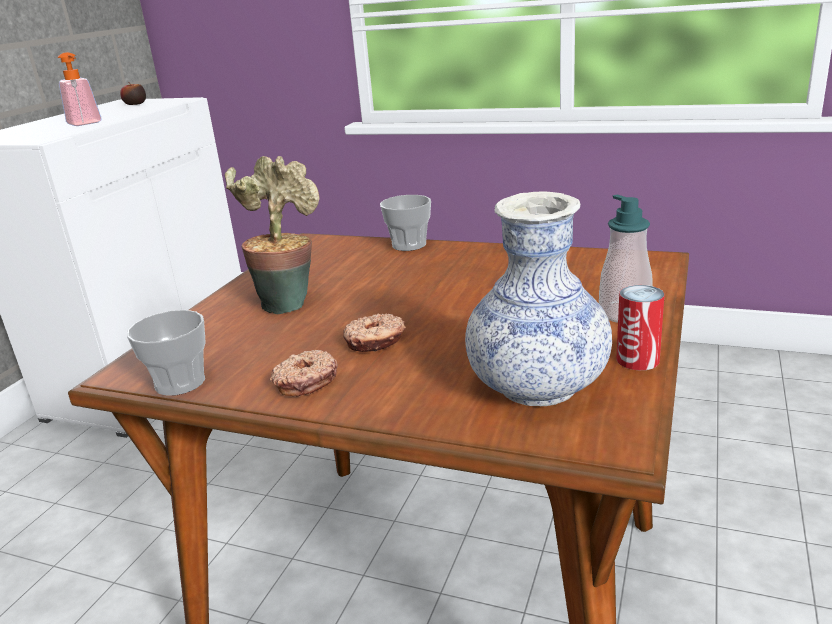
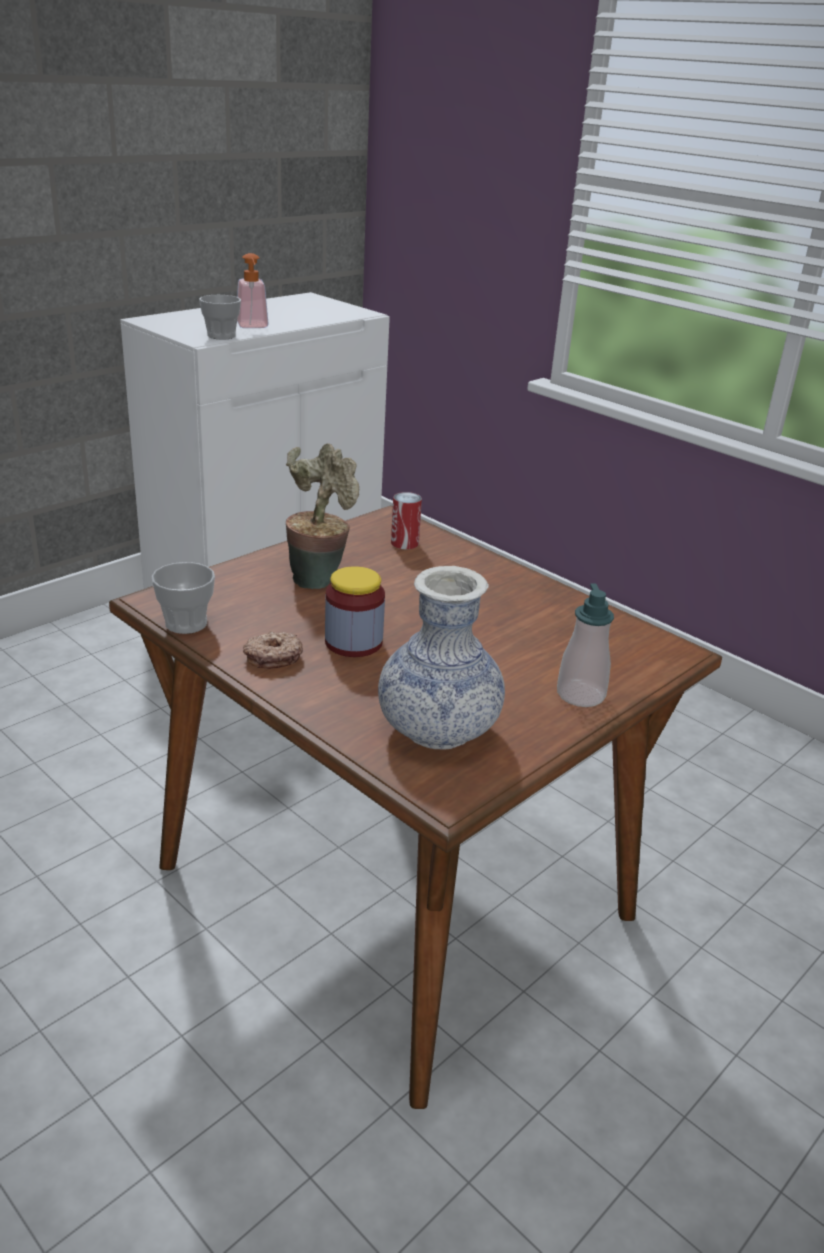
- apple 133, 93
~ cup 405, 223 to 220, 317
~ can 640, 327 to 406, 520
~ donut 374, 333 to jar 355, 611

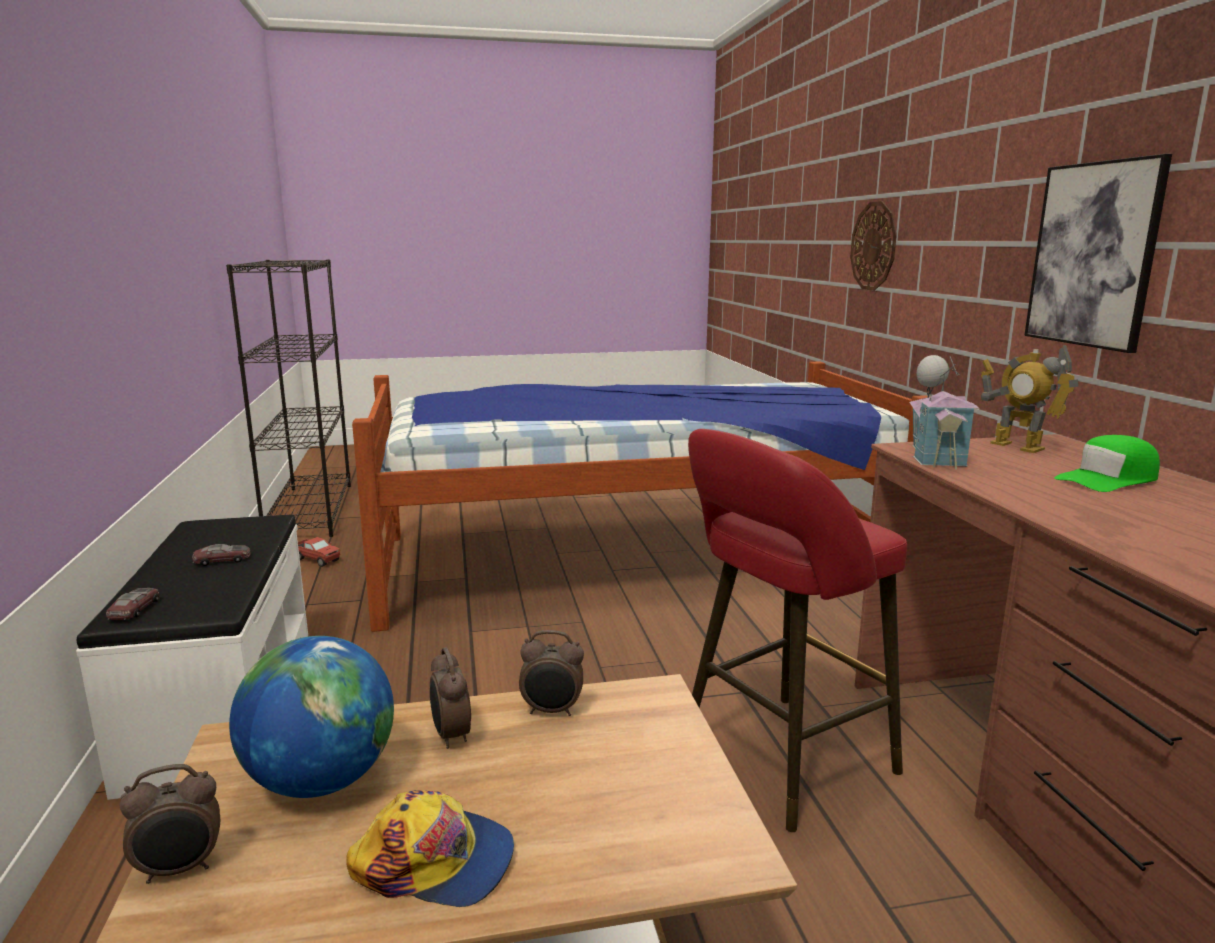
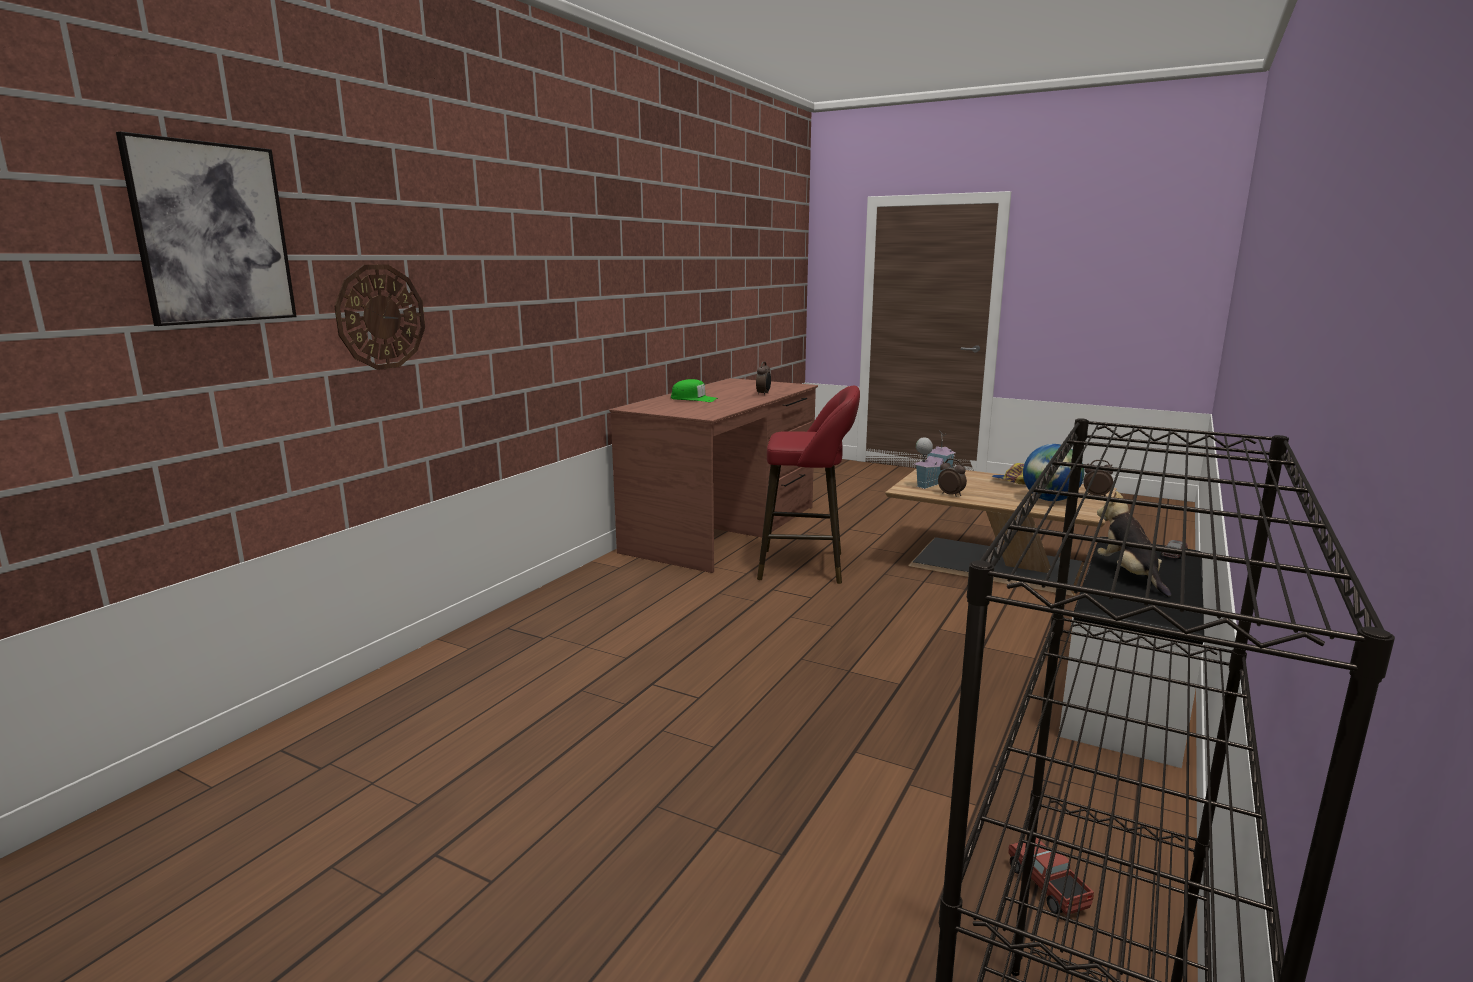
- bed 640, 496
- toy robot 1029, 399
~ alarm clock 450, 698 to 763, 378
~ toy house 944, 412 to 934, 460
~ picture 1098, 253 to 206, 228
~ toy car 221, 555 to plush toy 1134, 544

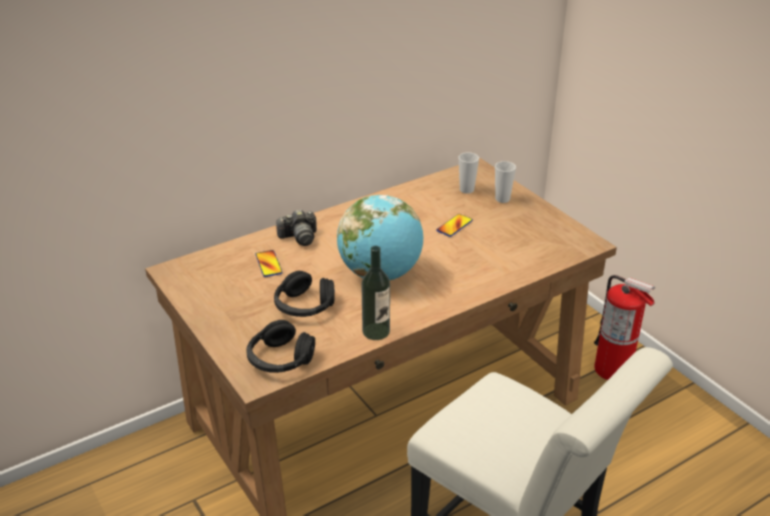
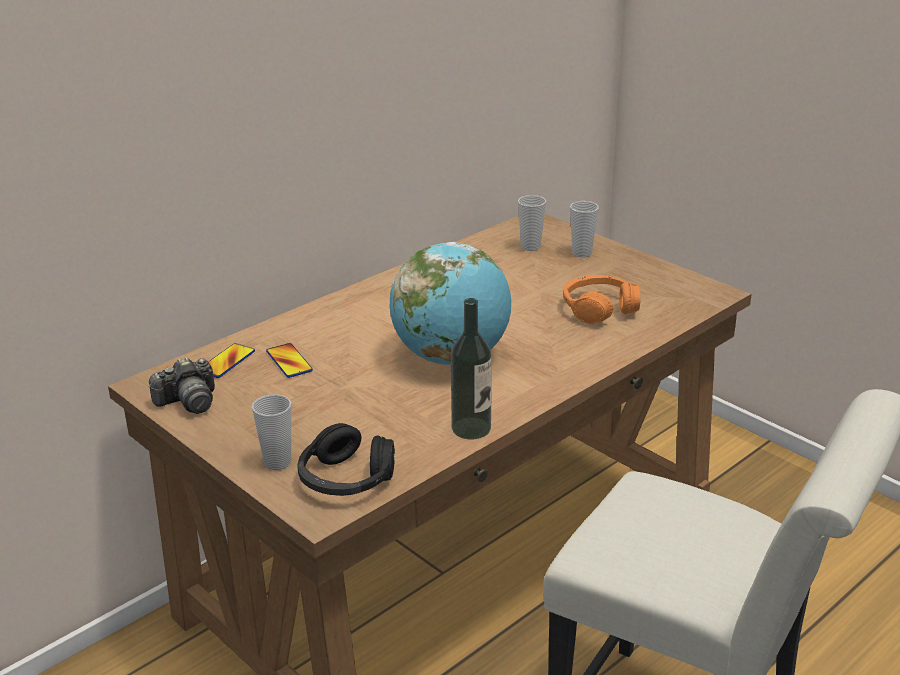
- black headphones 304, 294
- fire extinguisher 624, 327
+ cup 271, 432
+ orange headphones 601, 299
~ photo camera 296, 227 to 181, 385
~ phone 454, 225 to 231, 360

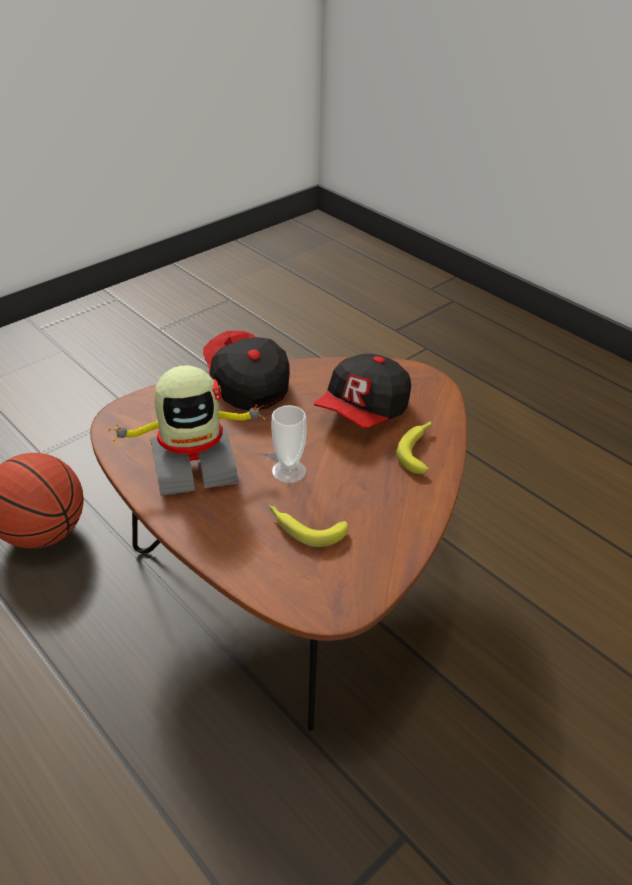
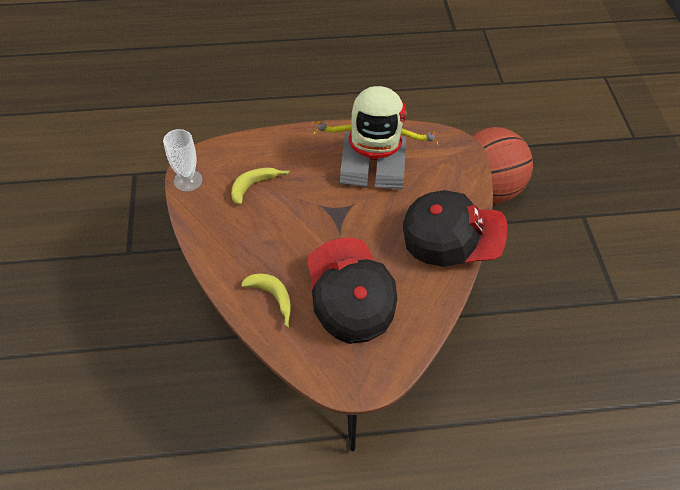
~ cup 289, 444 to 183, 160
~ toy robot 186, 430 = 376, 138 105 degrees counterclockwise

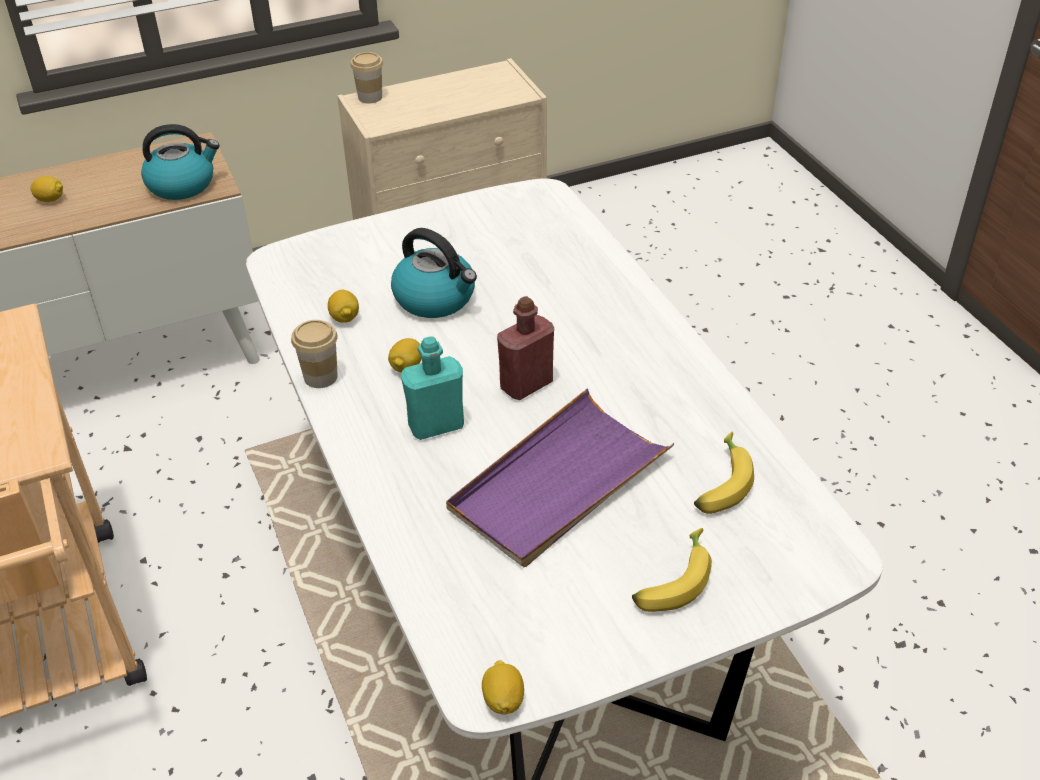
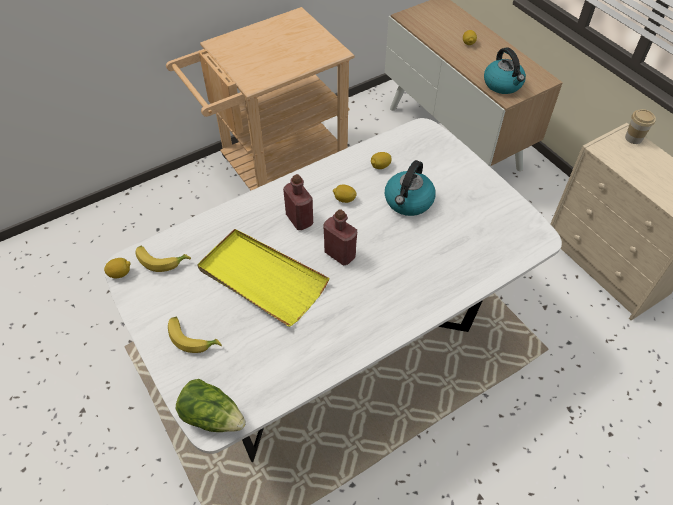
- cup 314, 354
+ lettuce 211, 405
~ banana 724, 473 to 163, 259
~ turquoise bottle 432, 388 to red bottle 298, 202
~ purple tray 560, 478 to yellow tray 263, 278

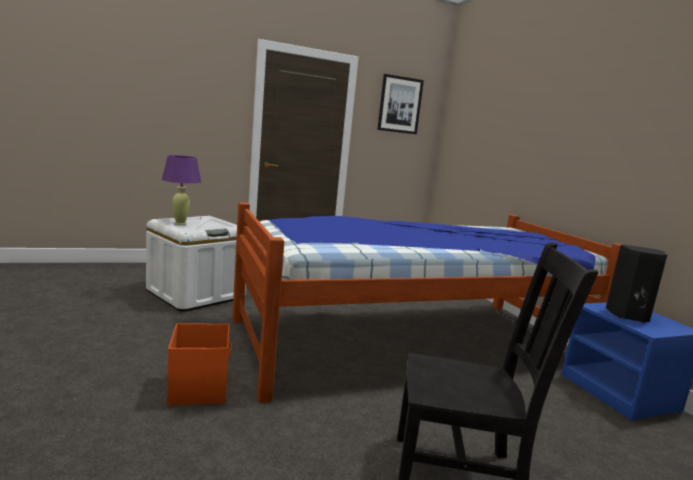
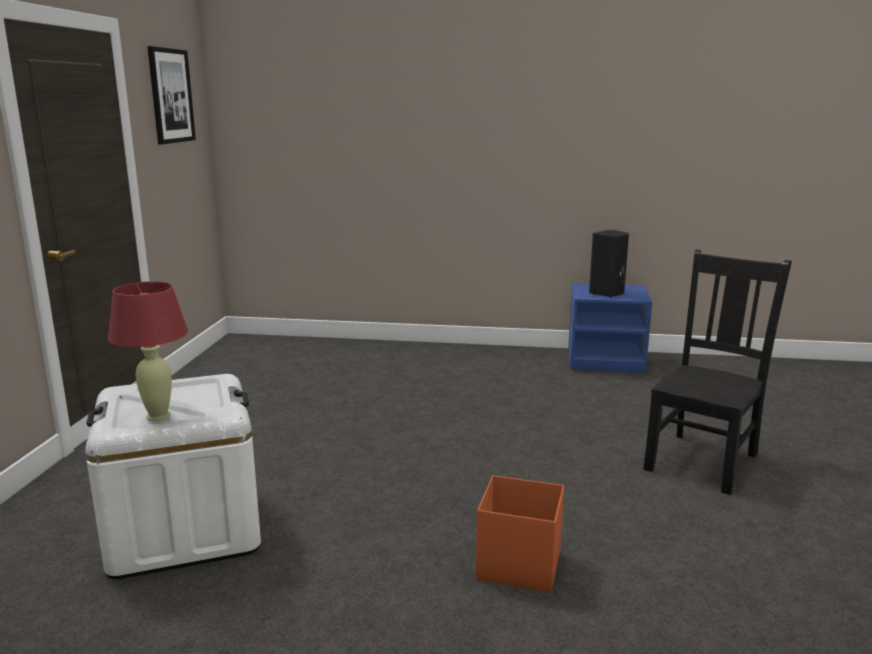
- bed 427, 302
~ purple table lamp 181, 190 to red table lamp 148, 351

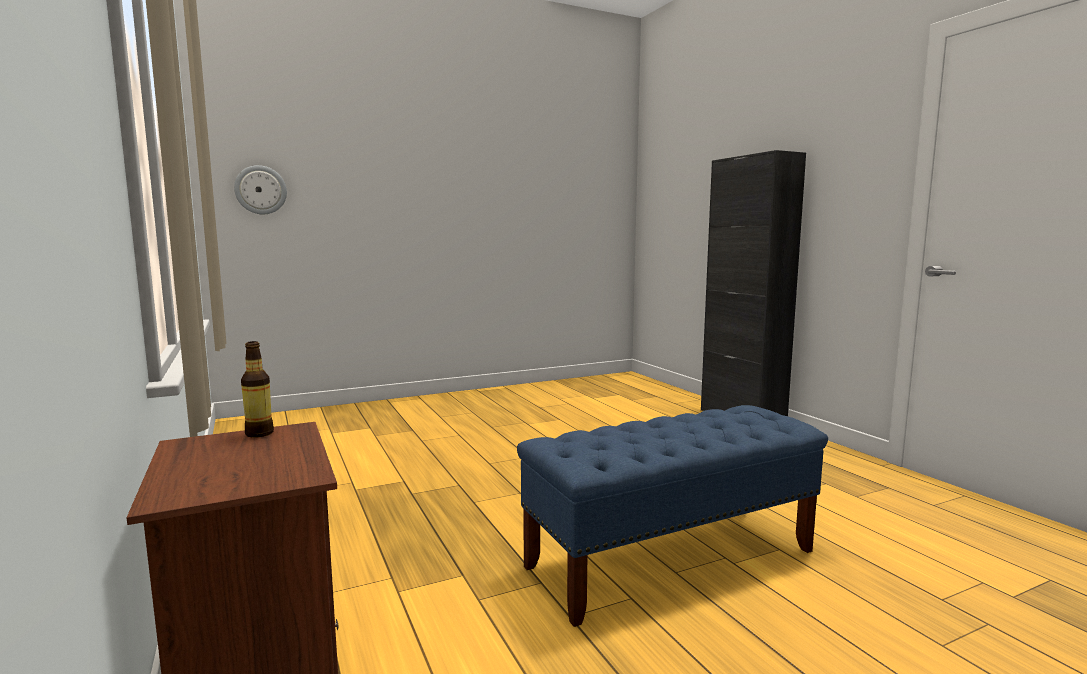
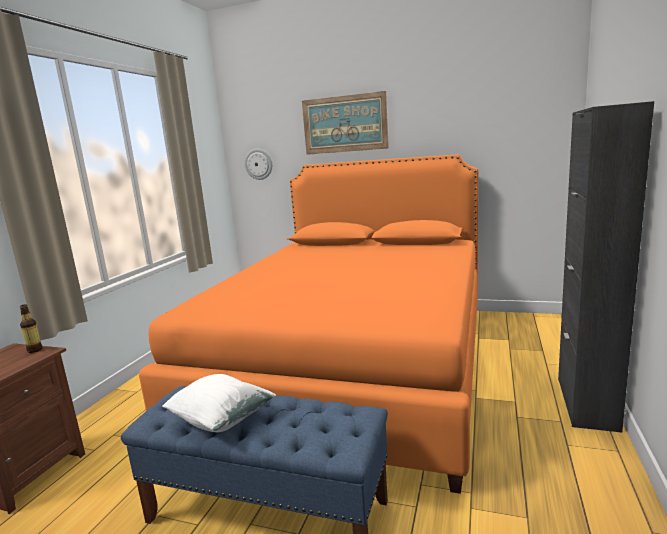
+ orange bed 308, 324
+ white pillow 219, 403
+ picture 345, 123

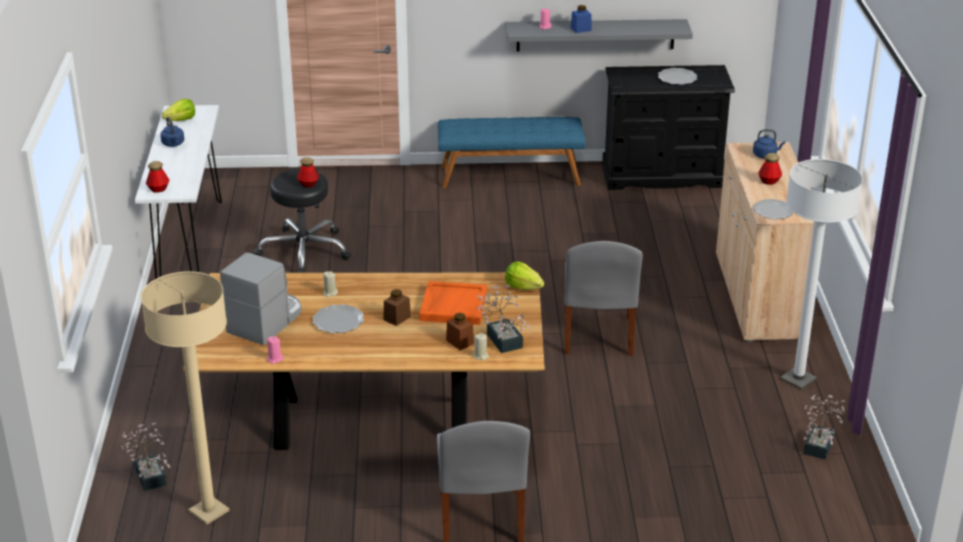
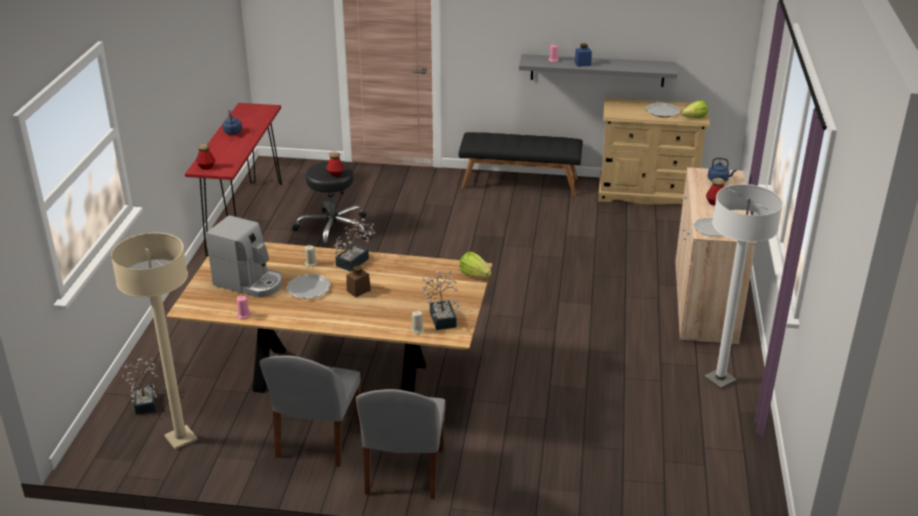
- orange tray 453, 303
- brown jar 460, 331
~ lettuce 178, 110 to 694, 109
~ grey chair 604, 298 to 310, 411
~ potted plant 824, 427 to 354, 245
~ white console table 178, 192 to red console table 233, 179
~ blue bench 512, 152 to black bench 520, 164
~ black dresser 668, 127 to beige dresser 654, 151
~ coffee machine 261, 299 = 243, 256 75 degrees clockwise

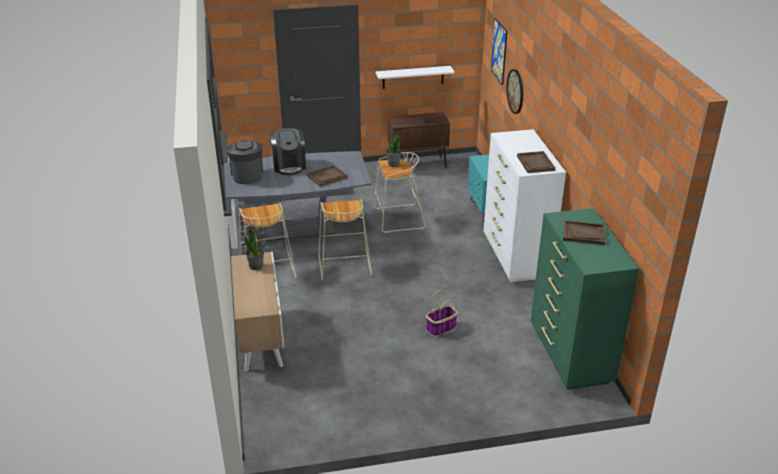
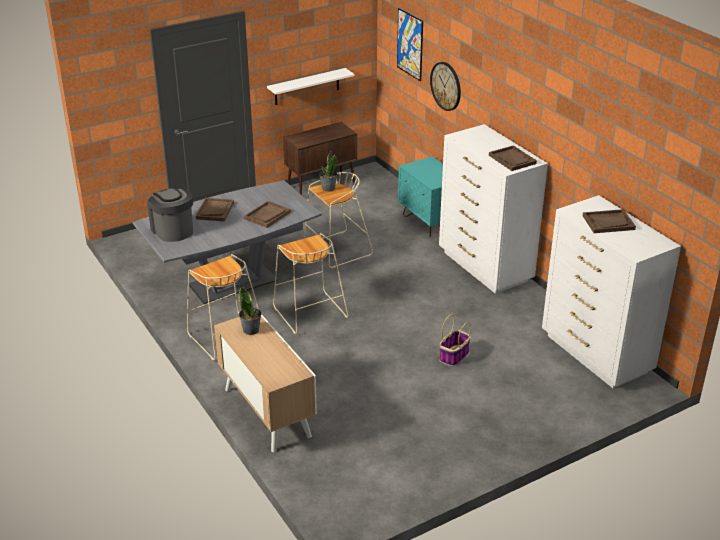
~ coffee machine 287, 151 to brown tray 215, 210
~ green dresser 585, 299 to white dresser 611, 291

